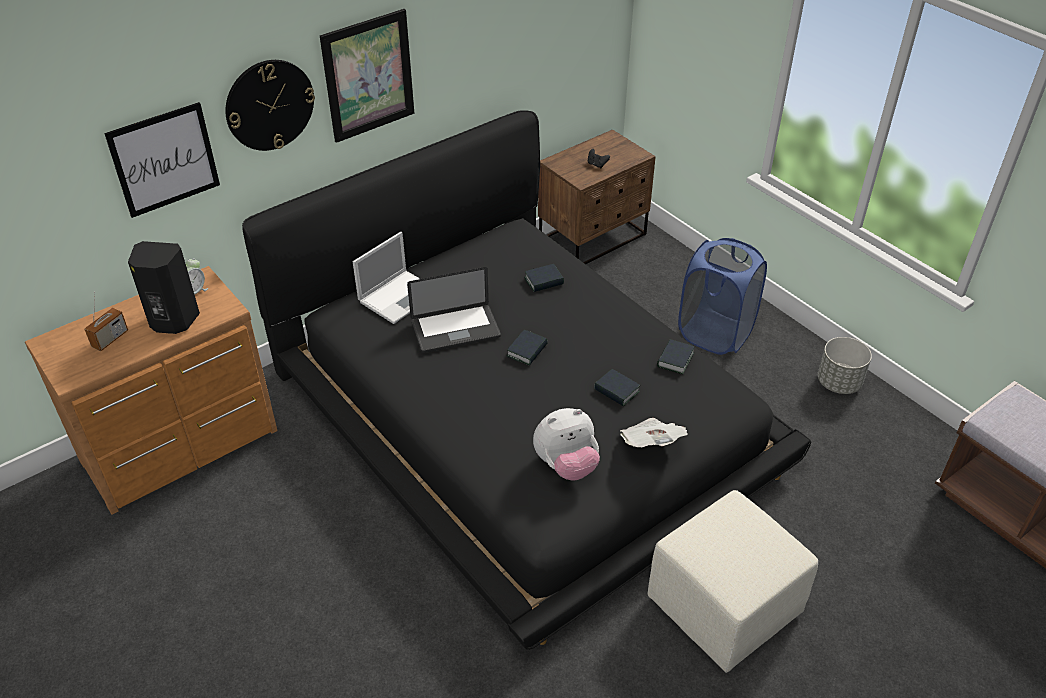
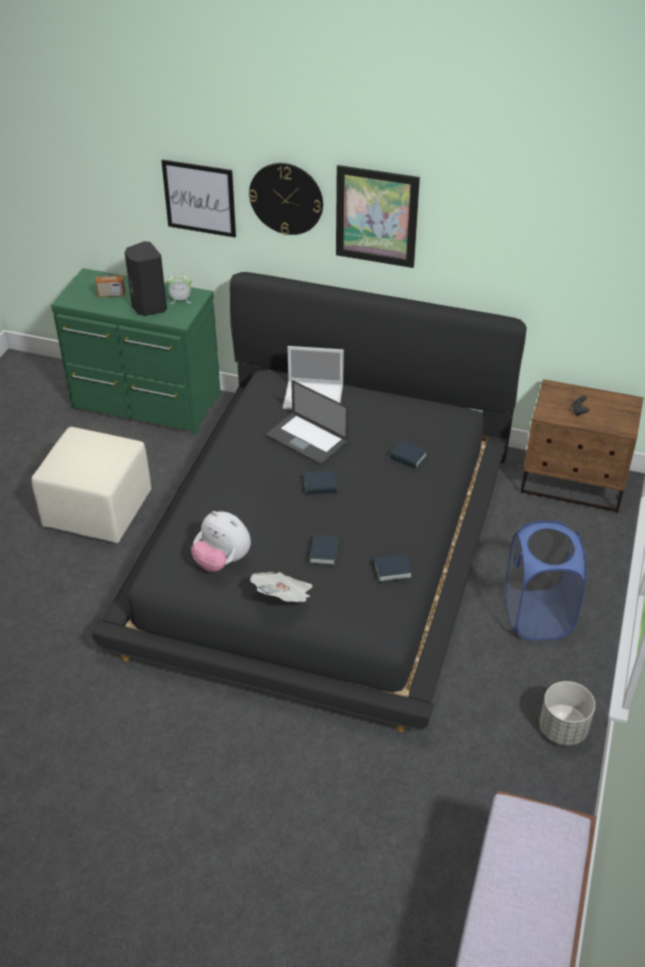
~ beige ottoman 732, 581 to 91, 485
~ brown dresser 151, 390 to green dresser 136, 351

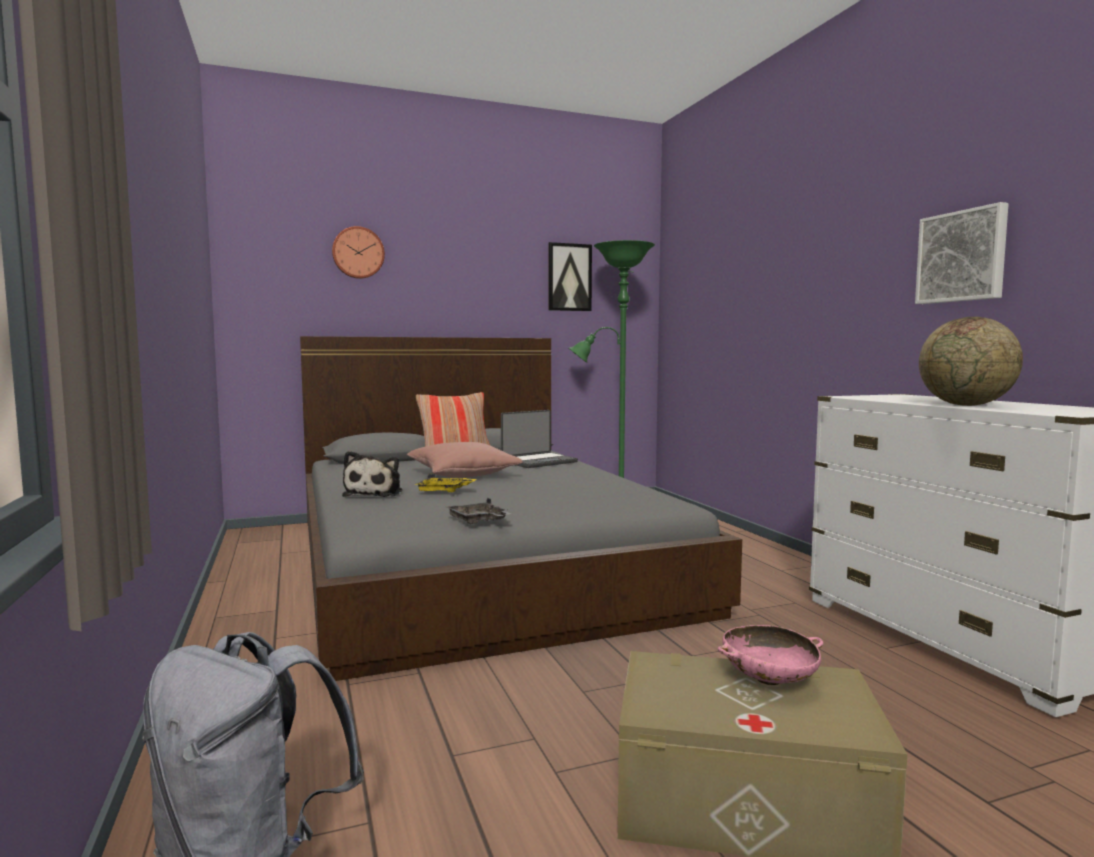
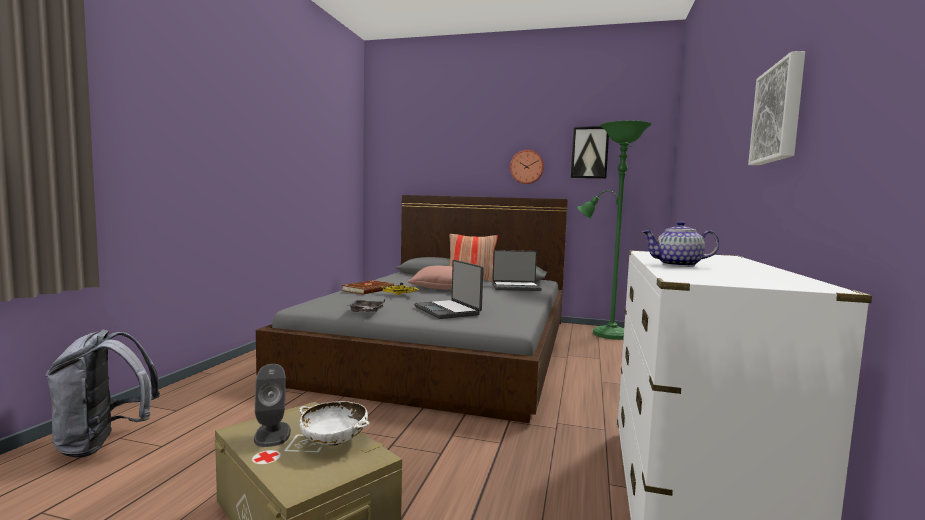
+ grey speaker 272, 405
+ laptop 448, 289
~ wall clock 358, 252 to 527, 167
~ plush toy 372, 474 to brown book 368, 287
~ globe 971, 361 to teapot 680, 244
~ pink bowl 770, 655 to white bowl 334, 423

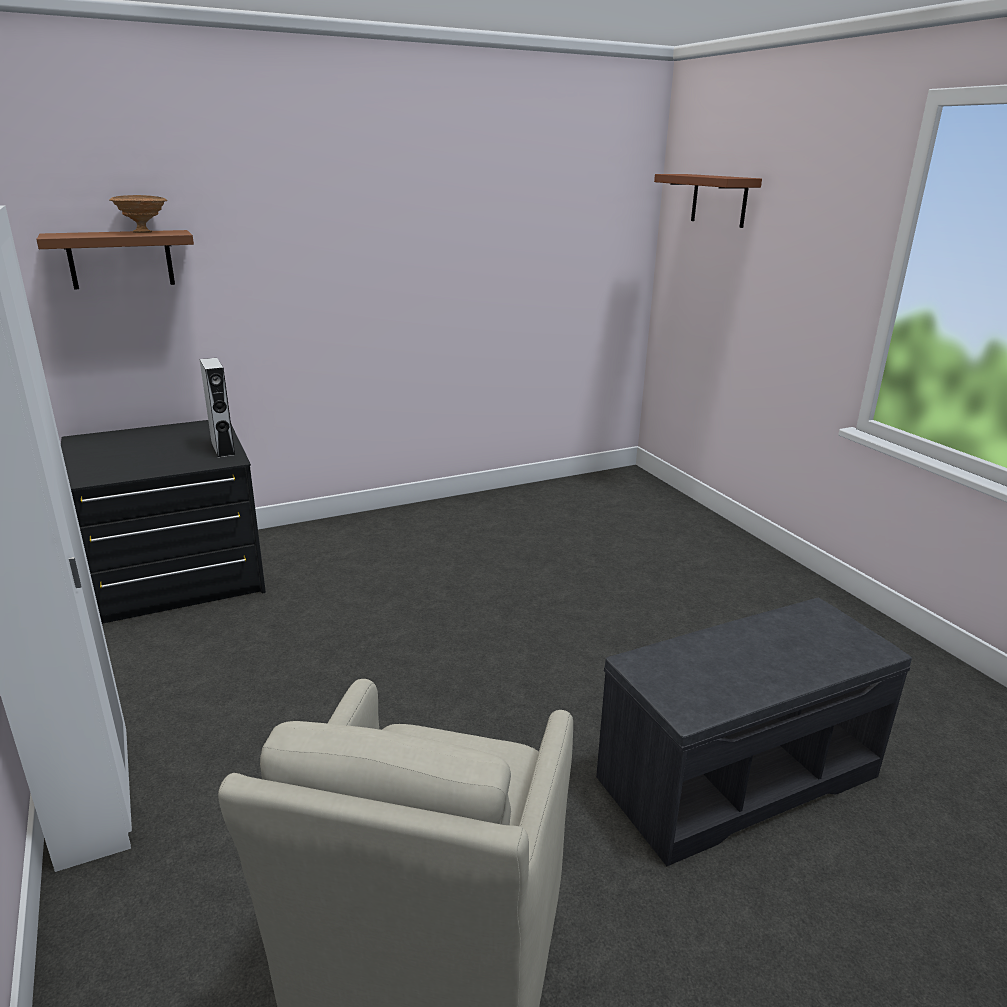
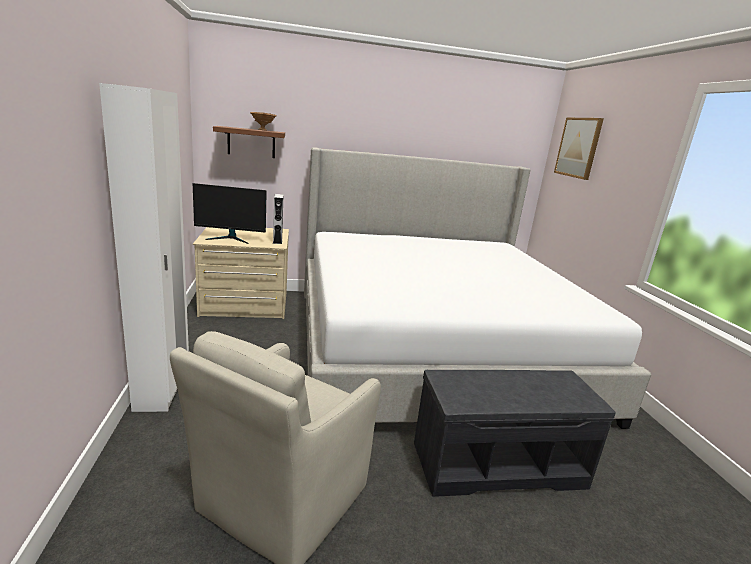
+ monitor 230, 213
+ bed 477, 288
~ brown shelf 708, 201 to picture 579, 149
~ black dresser 163, 522 to beige dresser 241, 273

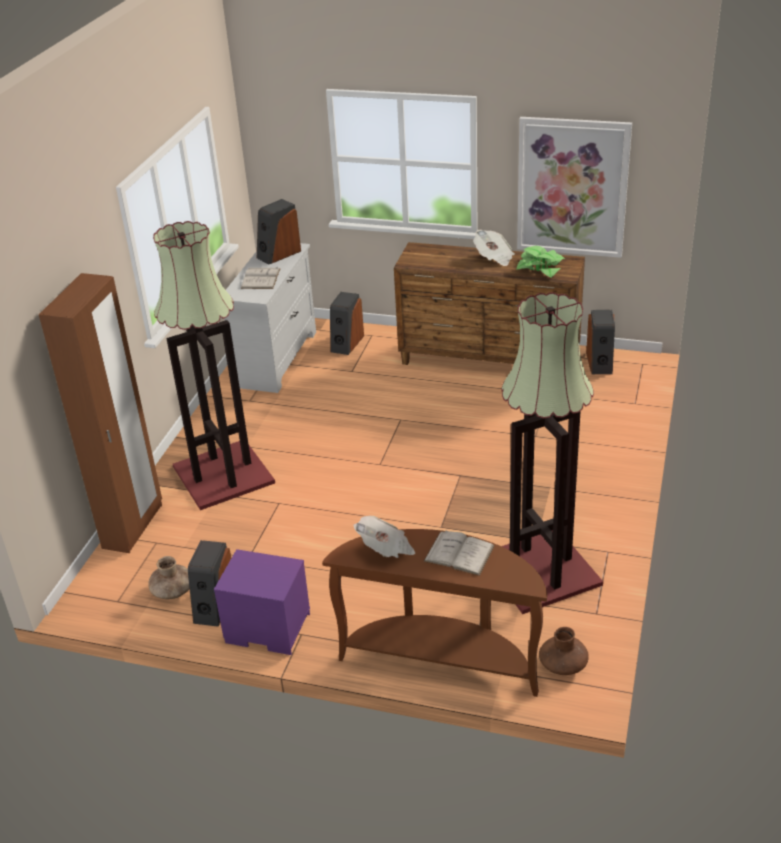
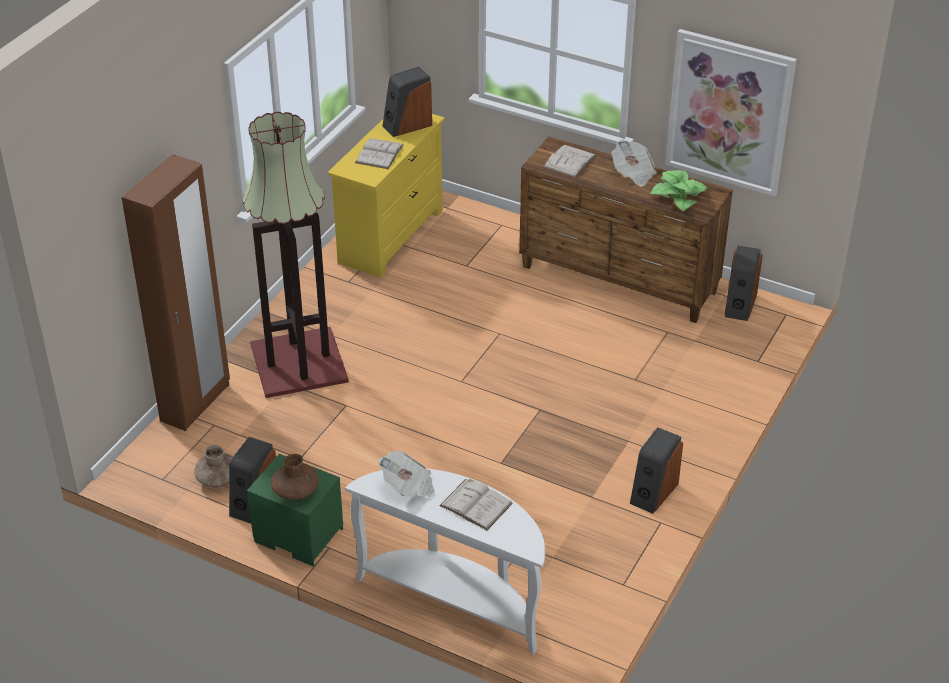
- floor lamp 552, 453
+ white book 569, 161
~ speaker 347, 323 to 656, 470
~ brown vase 564, 651 to 295, 477
~ purple nightstand 262, 602 to green nightstand 295, 510
~ white dresser 270, 318 to yellow dresser 386, 196
~ brown console table 434, 613 to white console table 445, 561

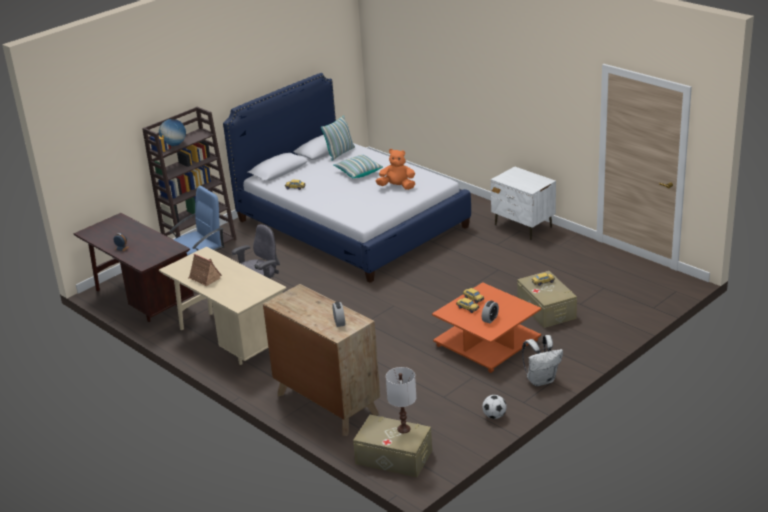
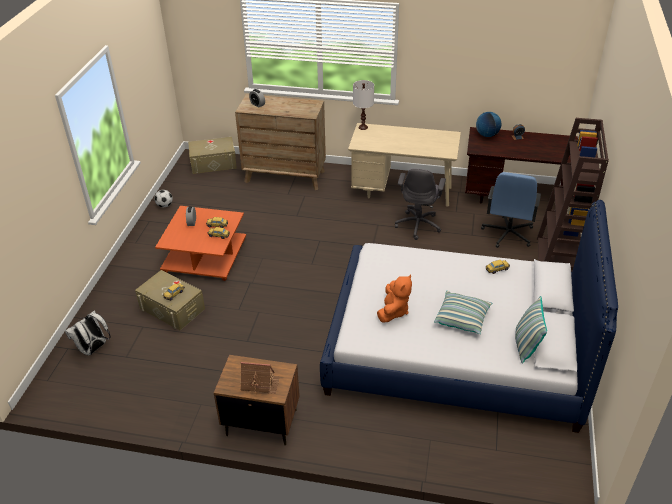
~ globe 172, 132 to 489, 124
~ toy house 205, 270 to 260, 378
~ white table lamp 401, 400 to 363, 105
~ white backpack 542, 360 to 87, 332
~ white nightstand 523, 203 to brown nightstand 257, 400
~ orange plush toy 395, 169 = 394, 298 45 degrees counterclockwise

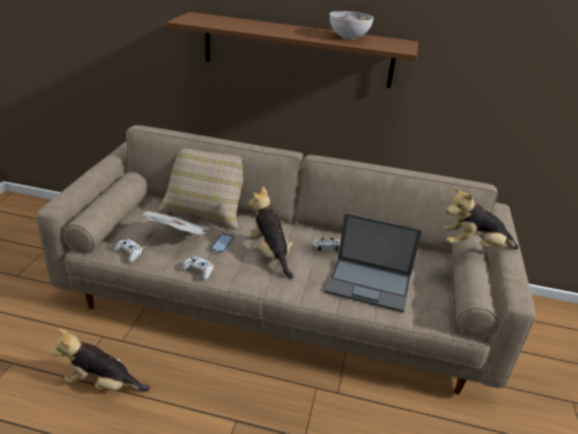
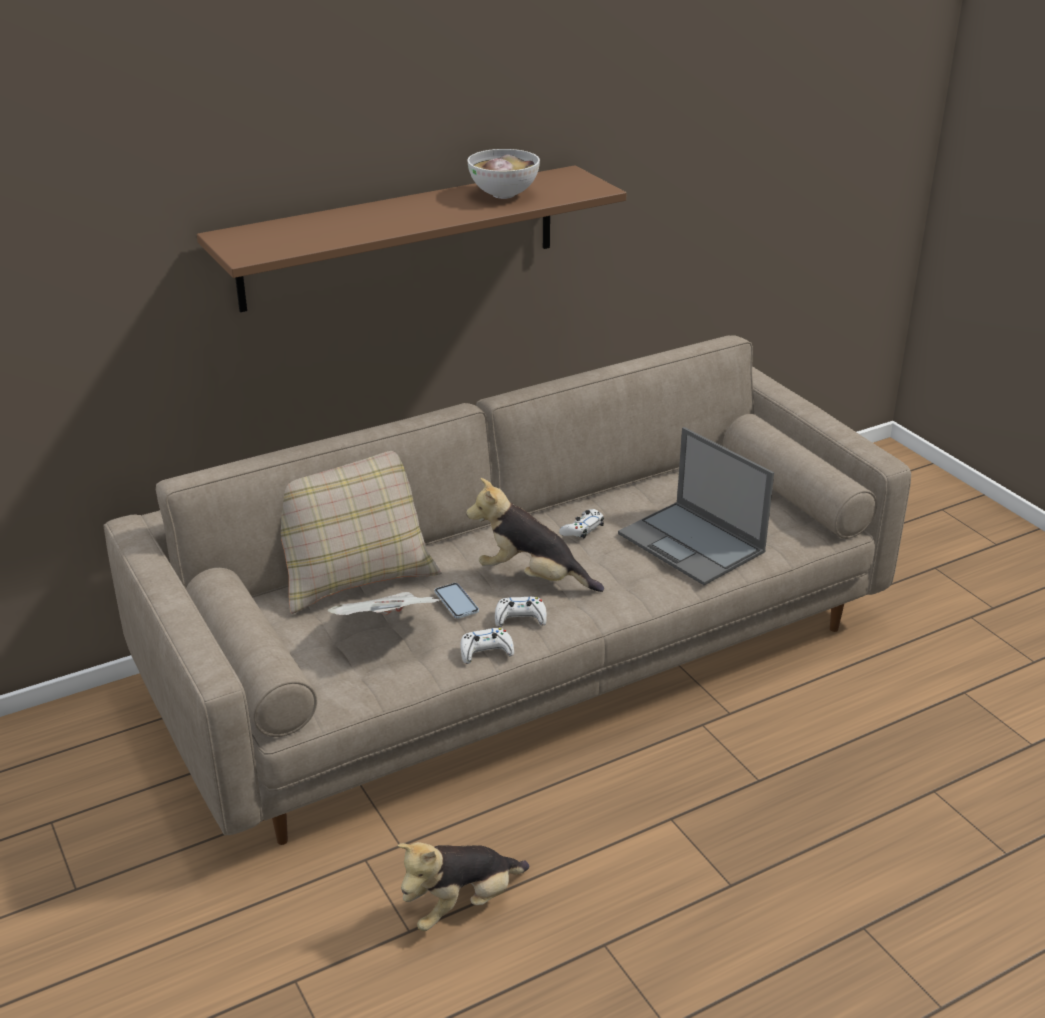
- plush toy 481, 218
~ white game controller 128, 250 to 521, 612
~ laptop 373, 262 = 696, 506 75 degrees clockwise

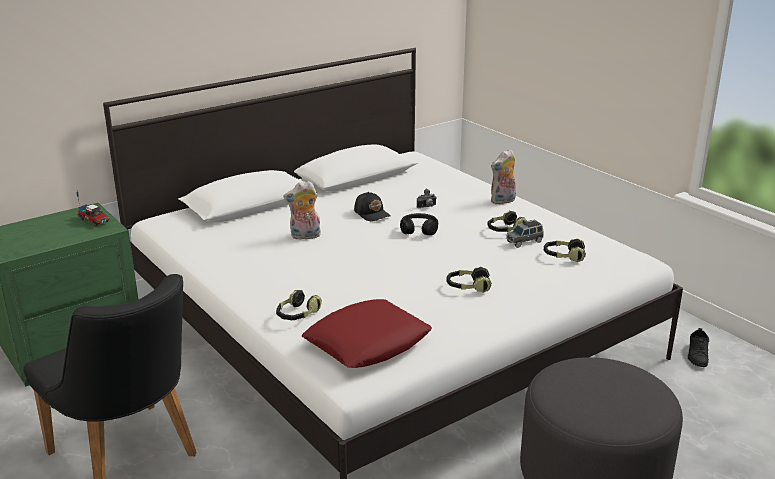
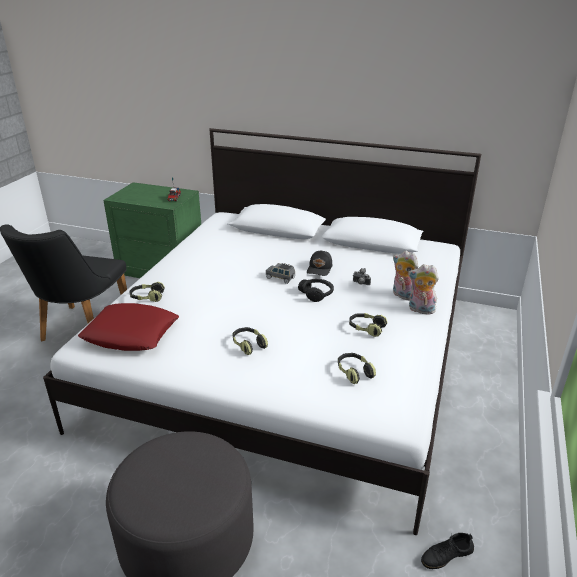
~ plush toy 302, 210 to 405, 275
~ grey toy car 525, 234 to 280, 273

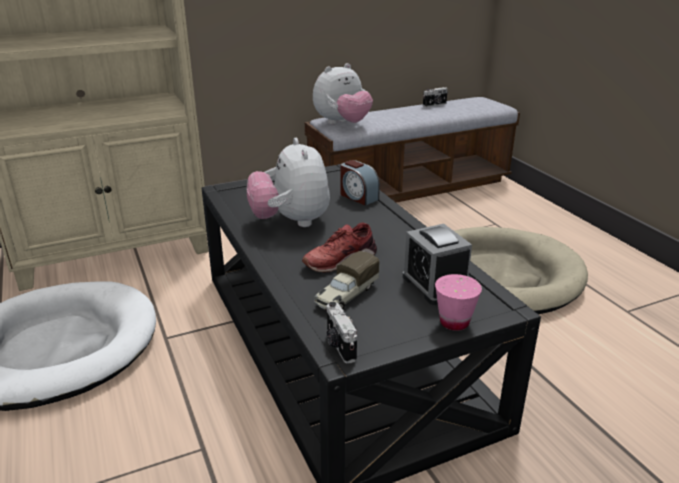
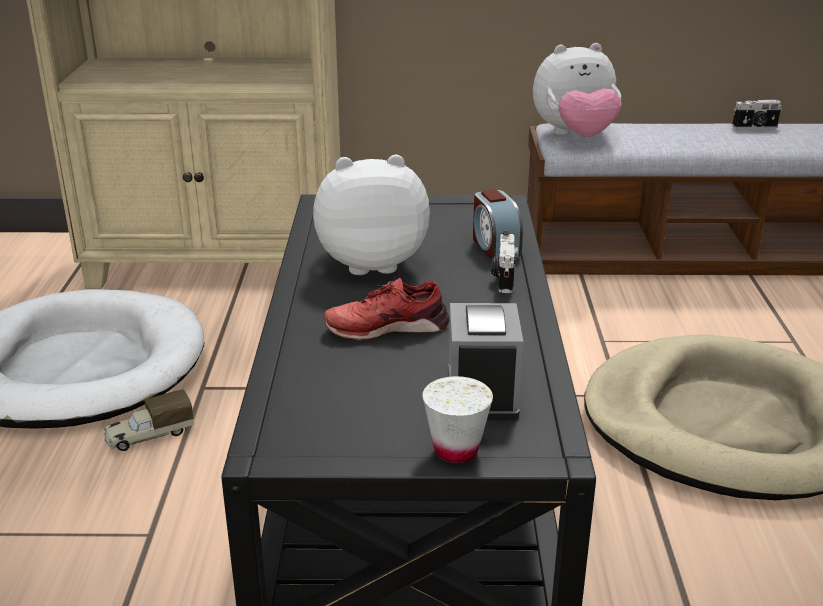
~ toy truck 347, 280 to 149, 420
~ photo camera 342, 333 to 504, 262
~ pink cup 458, 302 to white cup 457, 419
~ plush toy 288, 182 = 371, 215 75 degrees clockwise

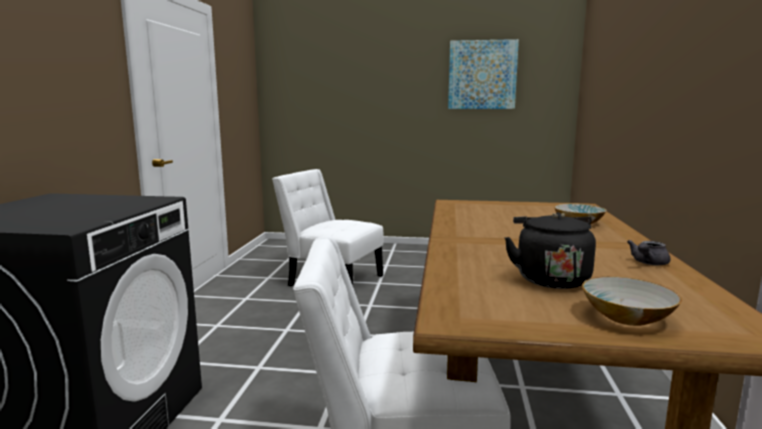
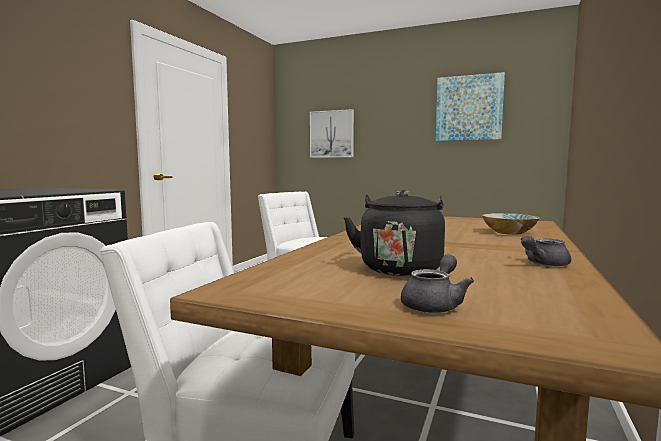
+ picture 332, 133
~ bowl 632, 301 to grey teapot 437, 283

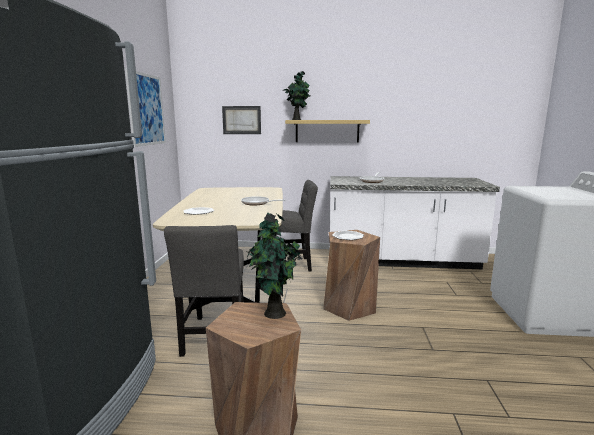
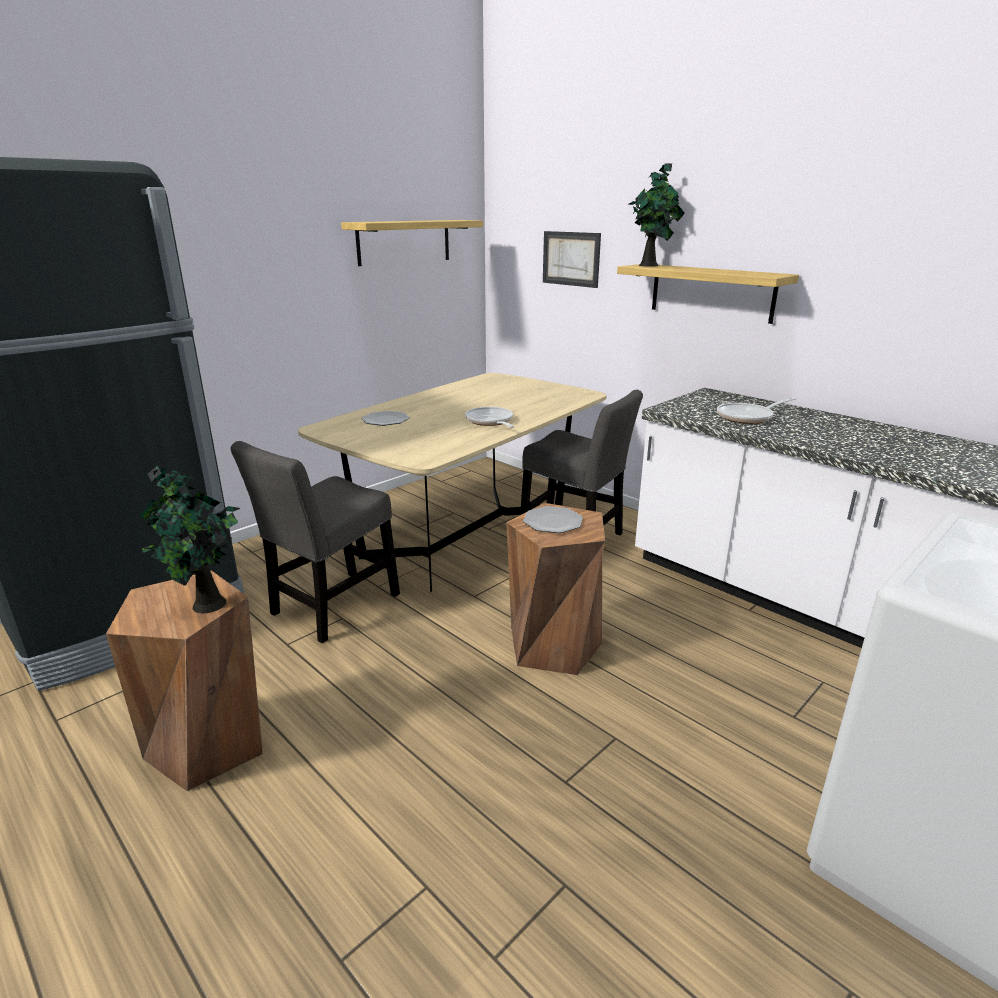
~ picture 145, 108 to shelf 412, 243

